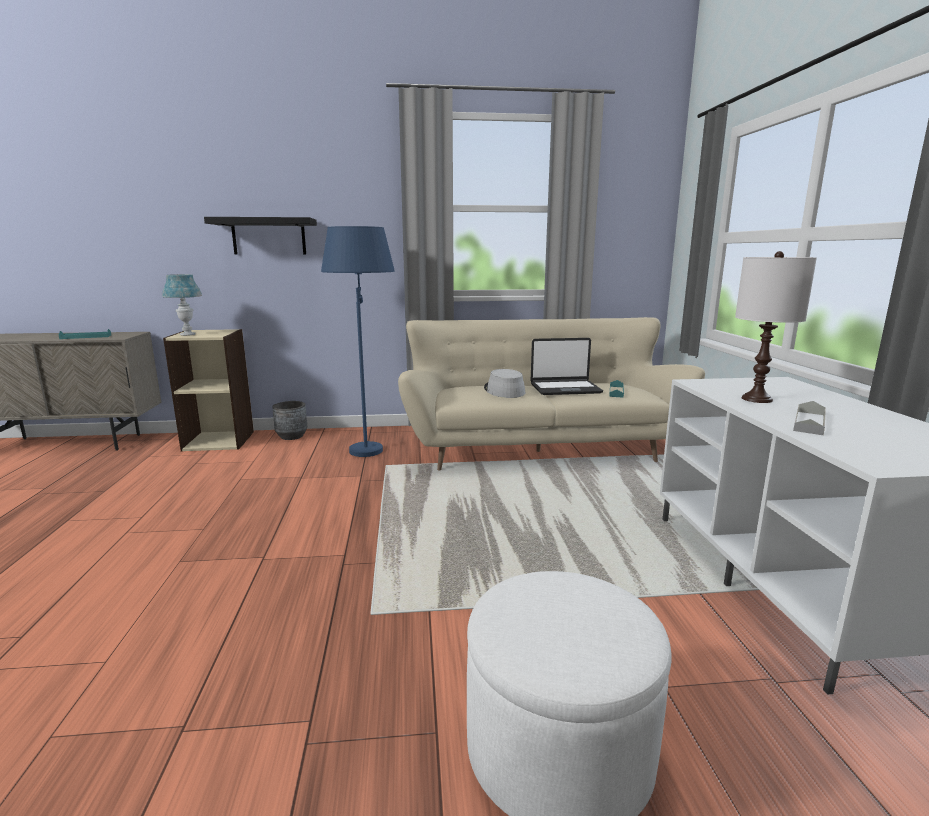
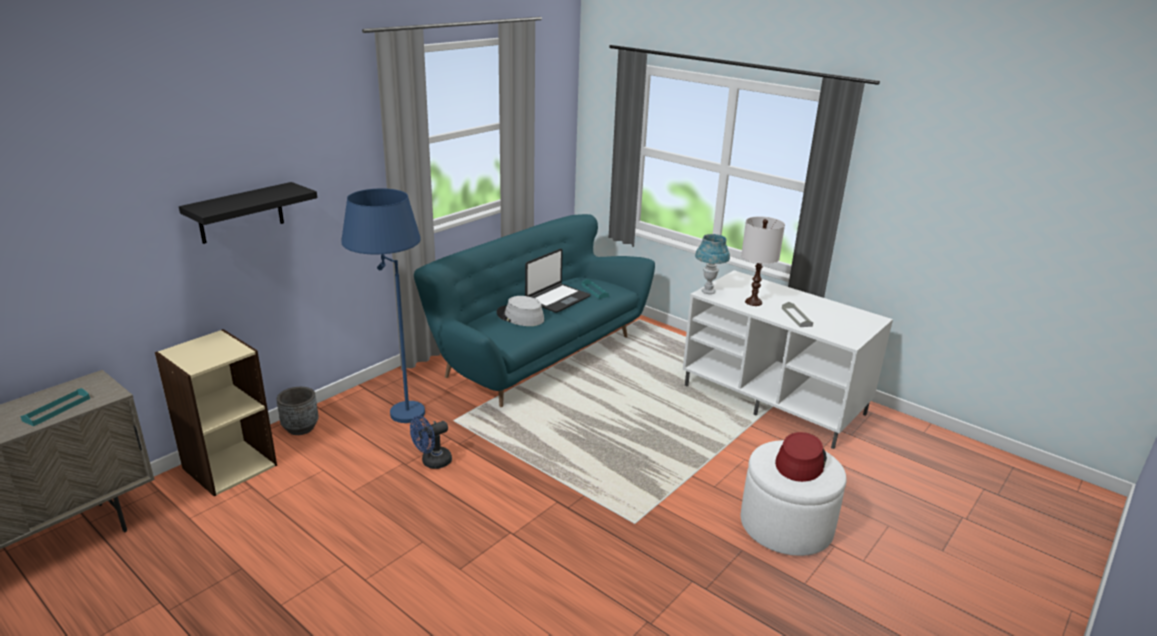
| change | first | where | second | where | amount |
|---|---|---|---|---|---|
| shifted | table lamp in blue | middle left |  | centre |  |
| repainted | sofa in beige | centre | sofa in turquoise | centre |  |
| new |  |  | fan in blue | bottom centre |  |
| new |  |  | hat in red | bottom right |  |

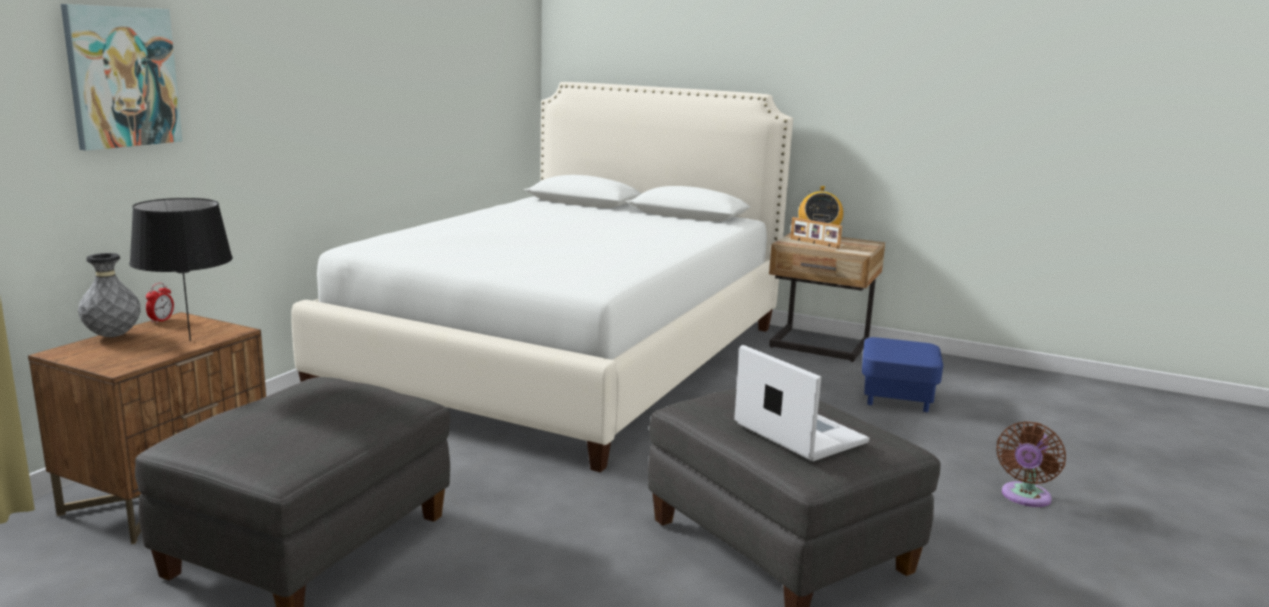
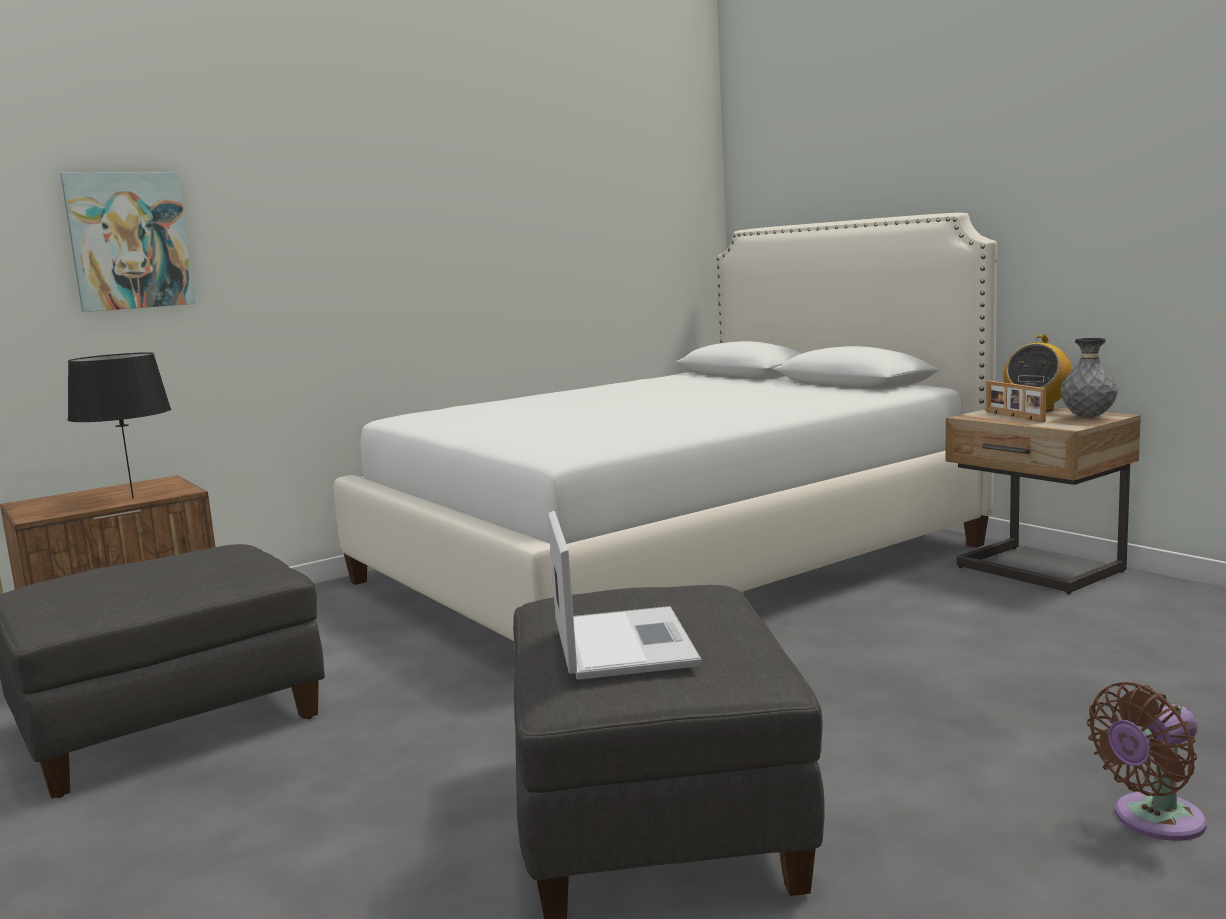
| change | first | where | second | where | amount |
|---|---|---|---|---|---|
| shifted | vase in grey | middle left |  | middle right |  |
| gone | alarm clock | middle left |  |  |  |
| gone | ottoman in blue | middle right |  |  |  |

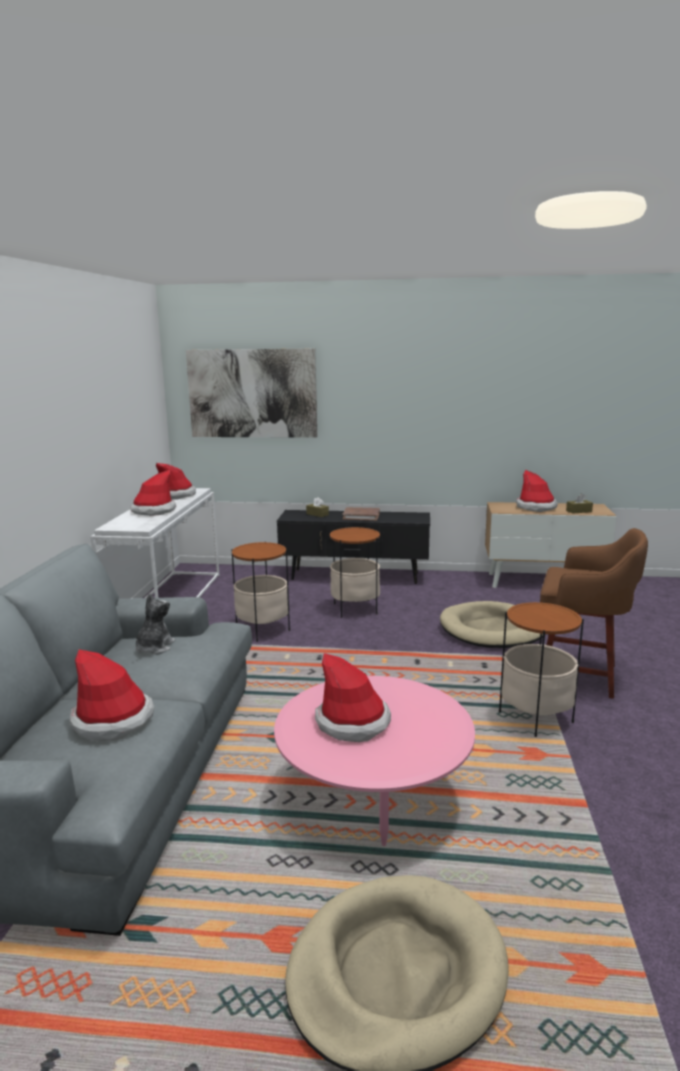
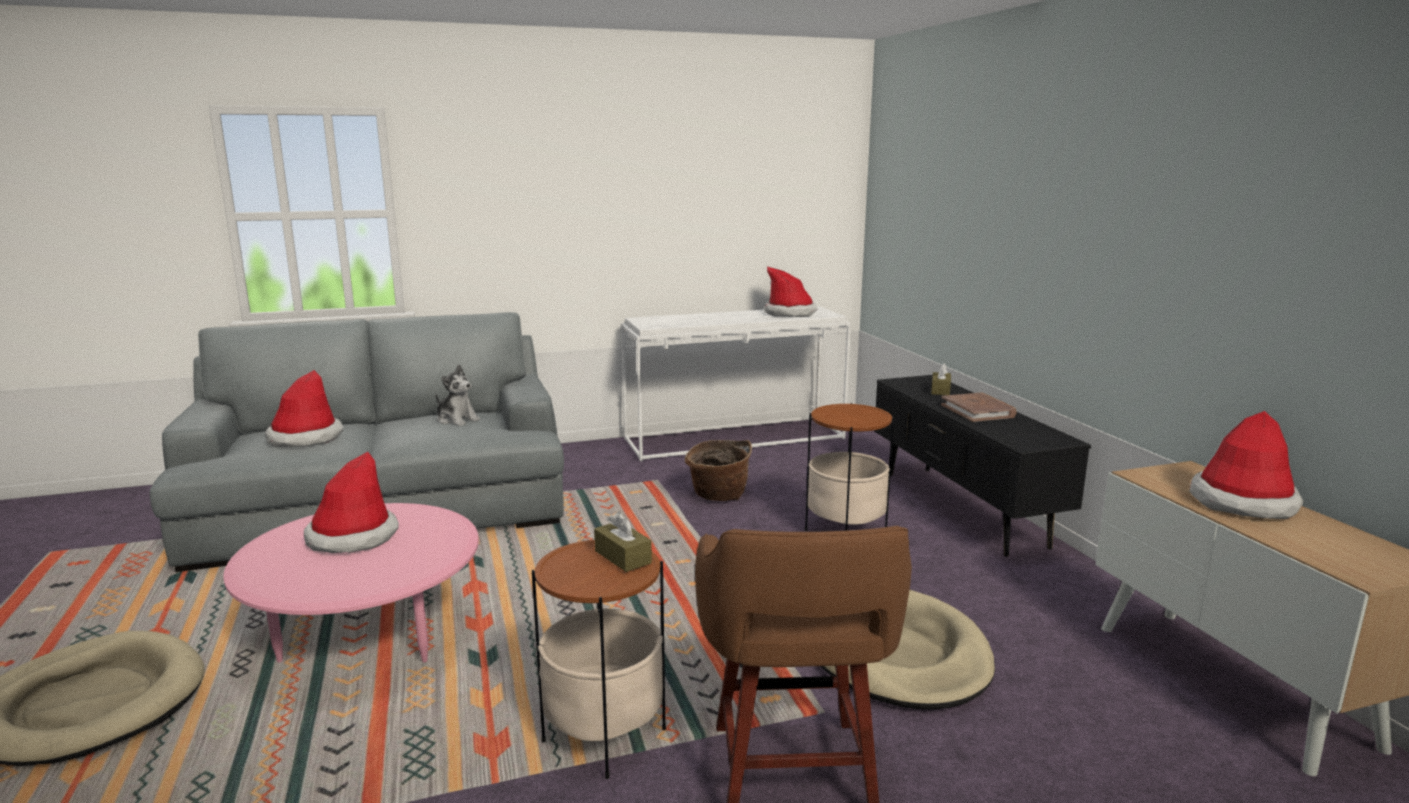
| change | first | where | second | where | amount |
|---|---|---|---|---|---|
| gone | hat (no. 2 from left) | middle left |  |  |  |
| rotated | plush toy | middle left |  | middle left | 45 degrees clockwise |
| gone | picture | centre |  |  |  |
| swapped | side table (no. 1 from left) | centre | basket | centre |  |
| shifted | tissue box in brown (no. 2 from left in the first image) | middle right | tissue box in brown (no. 1 from left) | bottom centre |  |

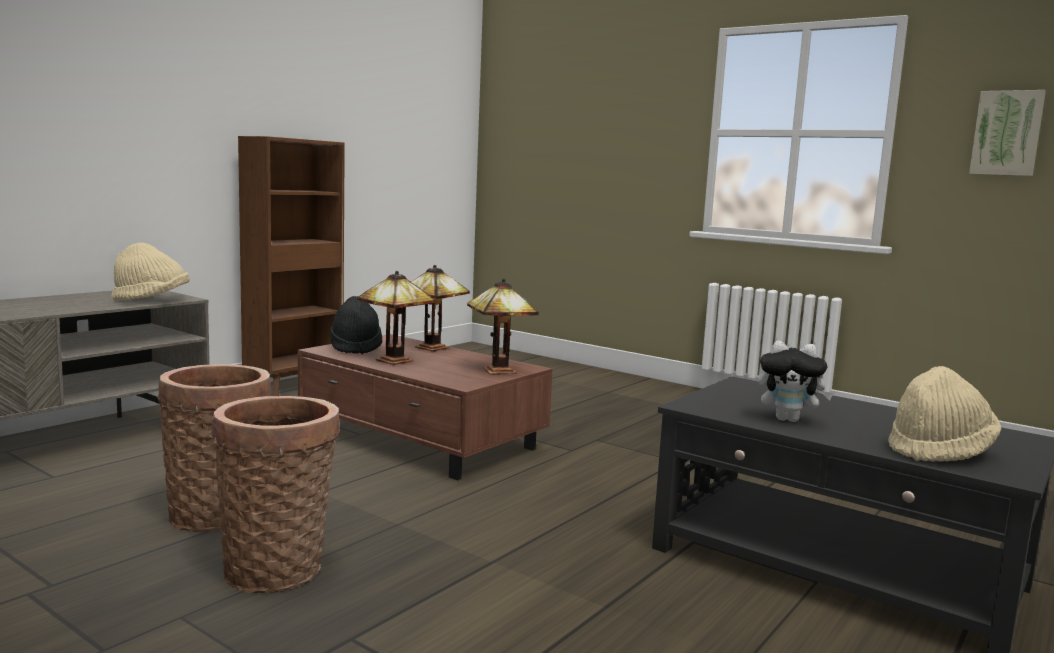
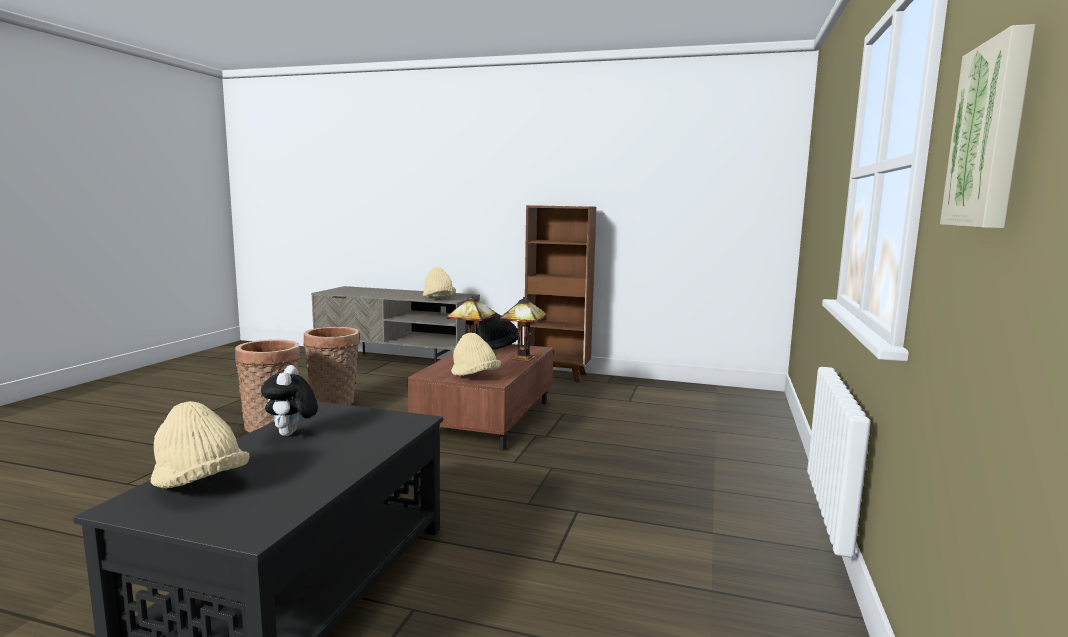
| change | first | where | second | where | amount |
|---|---|---|---|---|---|
| swapped | table lamp (no. 3 from left) | centre | hat in beige (no. 3 from left) | centre |  |

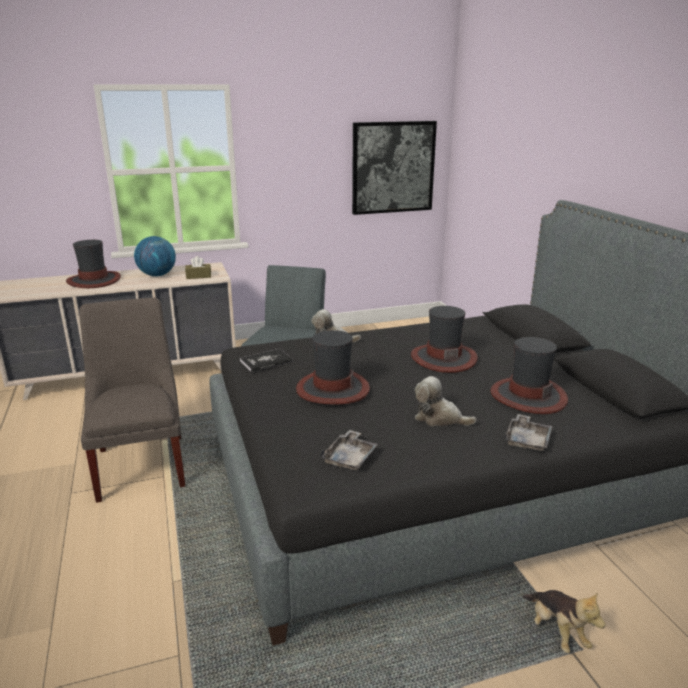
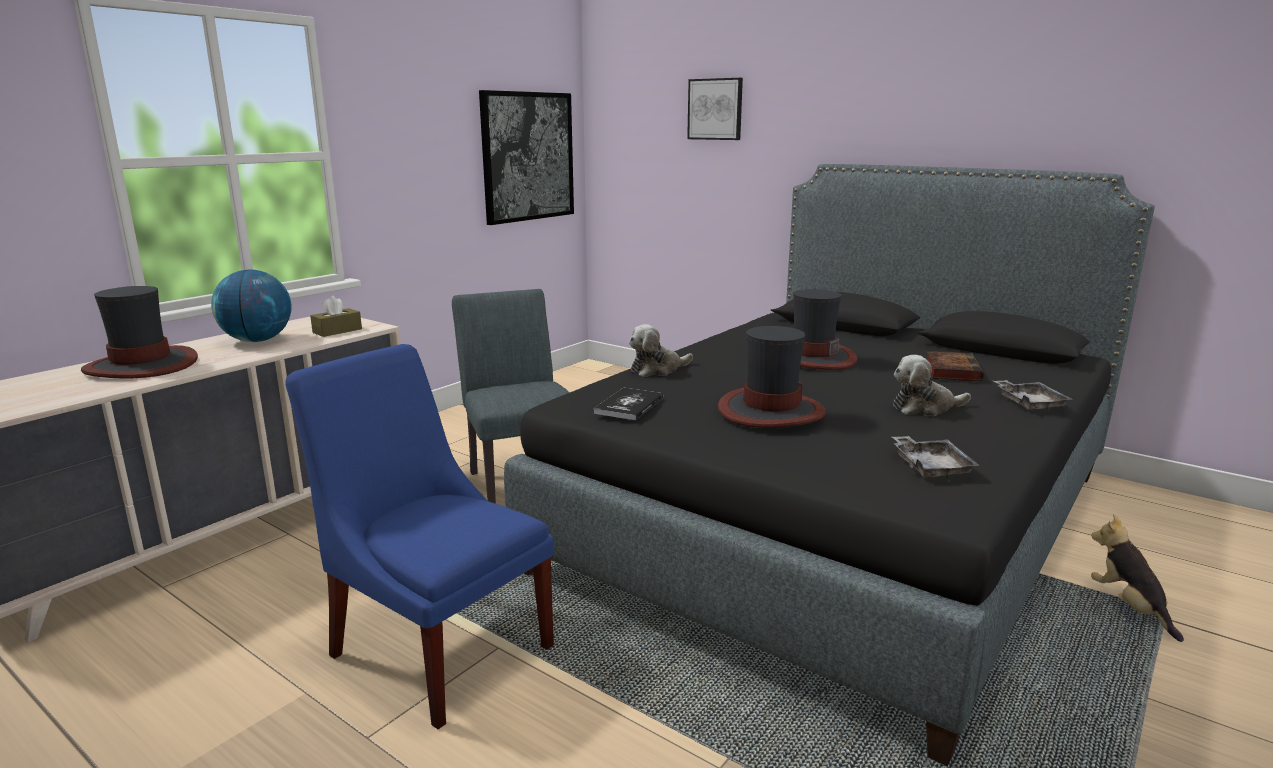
| change | first | where | second | where | amount |
|---|---|---|---|---|---|
| repainted | chair in grey (no. 1 from left) | middle left | chair in blue | bottom left |  |
| swapped | hat (no. 4 from left) | middle right | book (no. 2 from left) | middle right |  |
| rotated | plush toy (no. 3 from left) | bottom right |  | bottom right | 135 degrees counterclockwise |
| new |  |  | picture (no. 2 from left) | top centre |  |

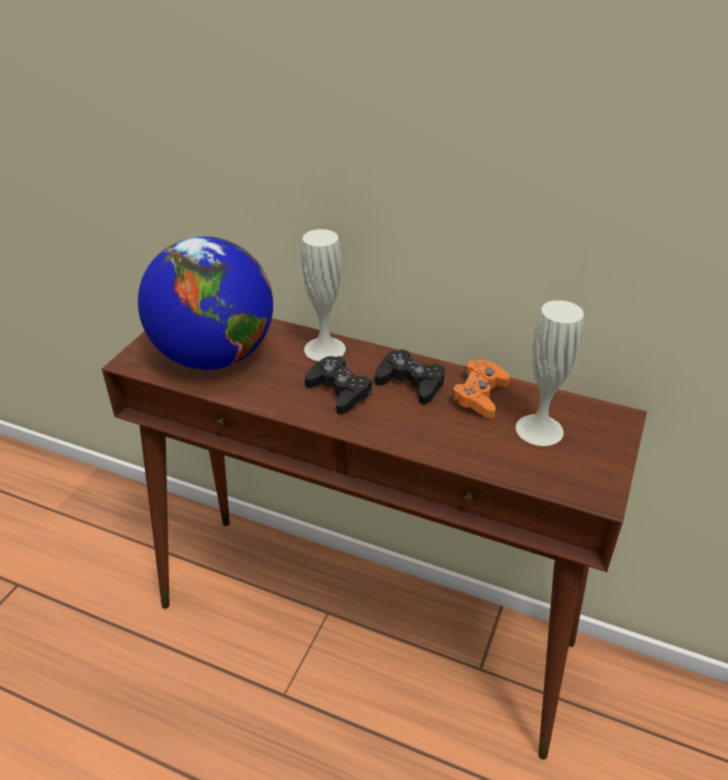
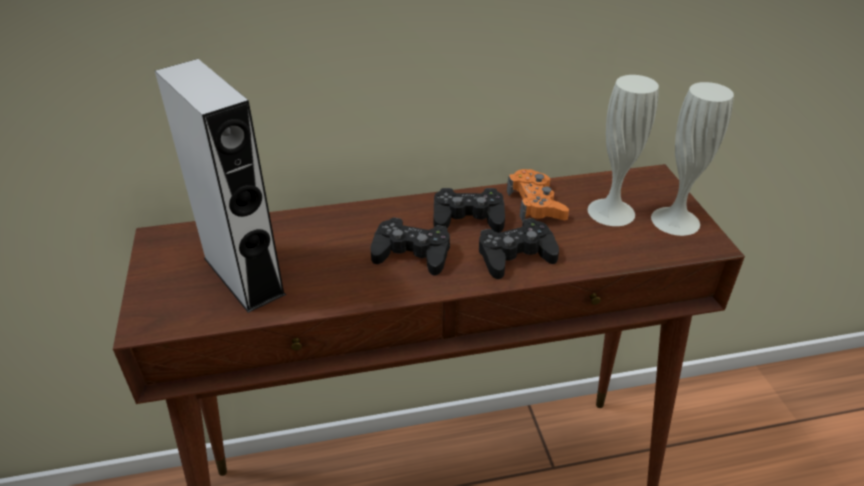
| change | first | where | second | where | amount |
|---|---|---|---|---|---|
| swapped | globe | middle left | speaker in grey | middle left |  |
| shifted | vase in white (no. 1 from left in the first image) | centre | vase in white (no. 2 from left) | top right |  |
| new |  |  | game controller in black (no. 3 from left) | centre |  |

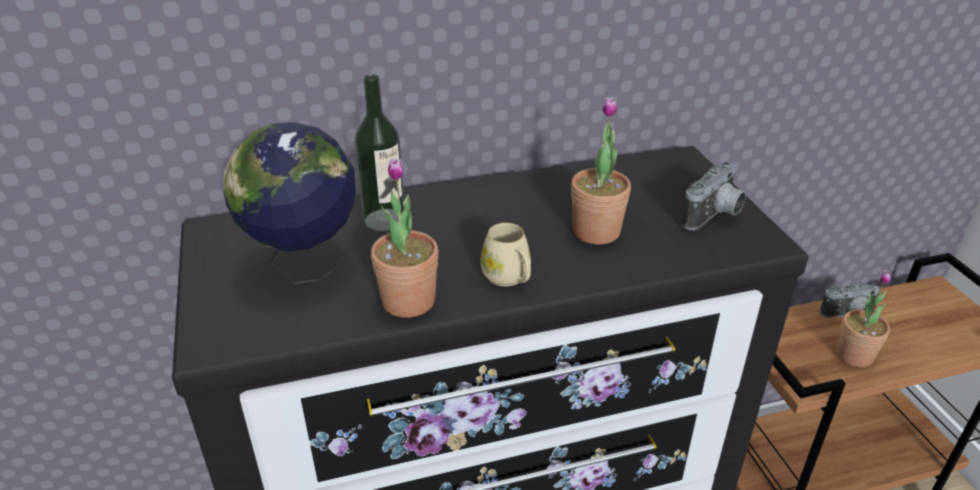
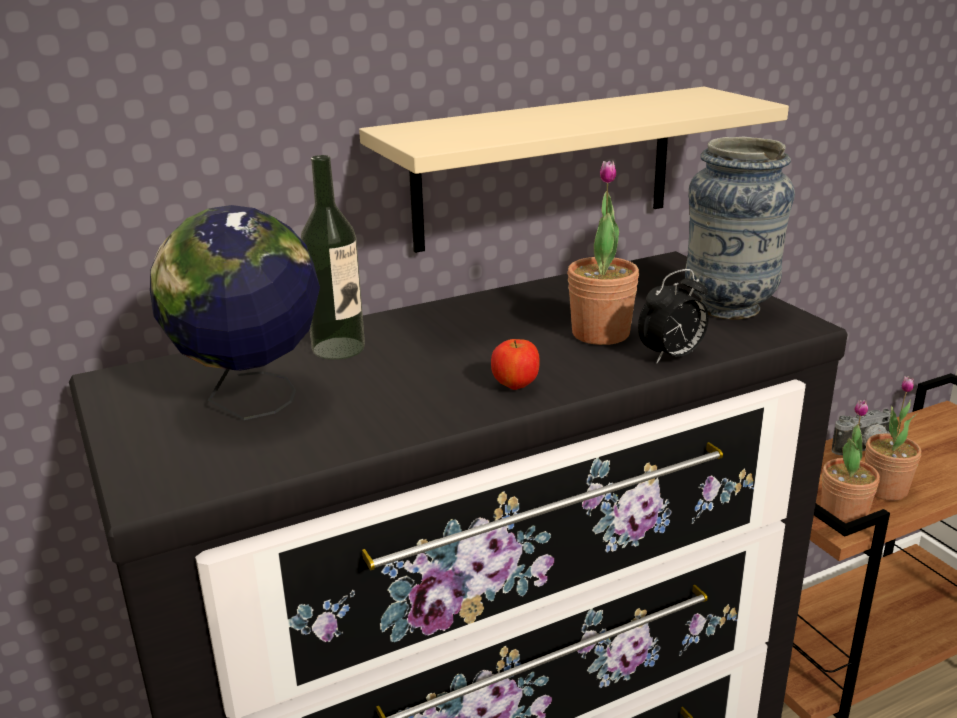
| change | first | where | second | where | amount |
|---|---|---|---|---|---|
| shifted | potted plant (no. 1 from left in the first image) | centre | potted plant (no. 2 from left) | middle right |  |
| swapped | mug in beige | centre | apple | centre |  |
| swapped | photo camera (no. 1 from left) | middle right | vase | top right |  |
| new |  |  | shelf in beige | top centre |  |
| new |  |  | alarm clock | middle right |  |

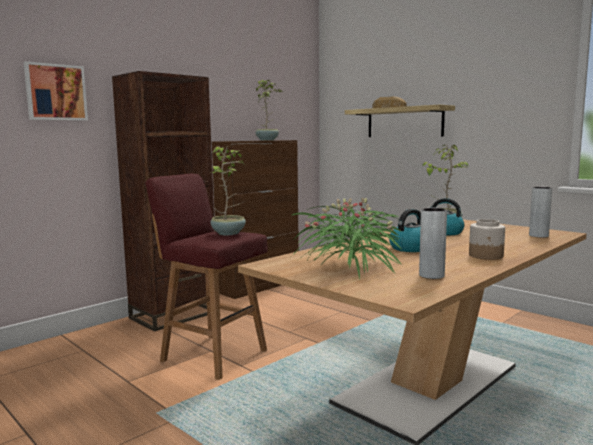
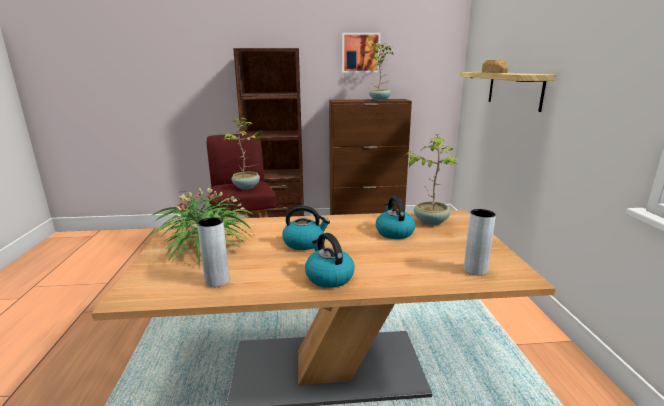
| change | first | where | second | where | amount |
|---|---|---|---|---|---|
| shifted | picture | top left |  | top centre |  |
| swapped | jar | middle right | kettle (no. 2 from left) | centre |  |

